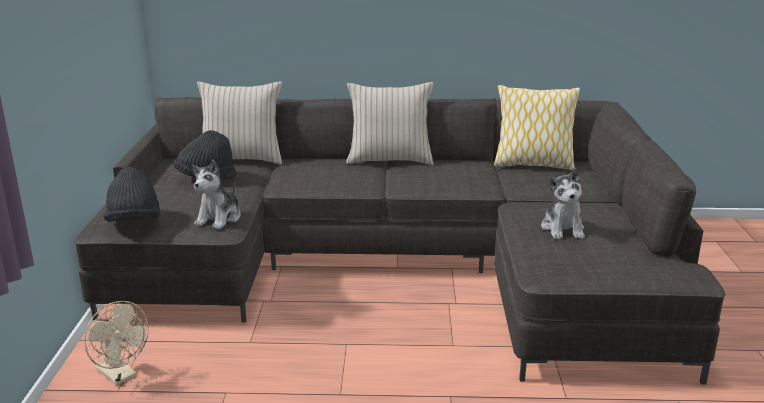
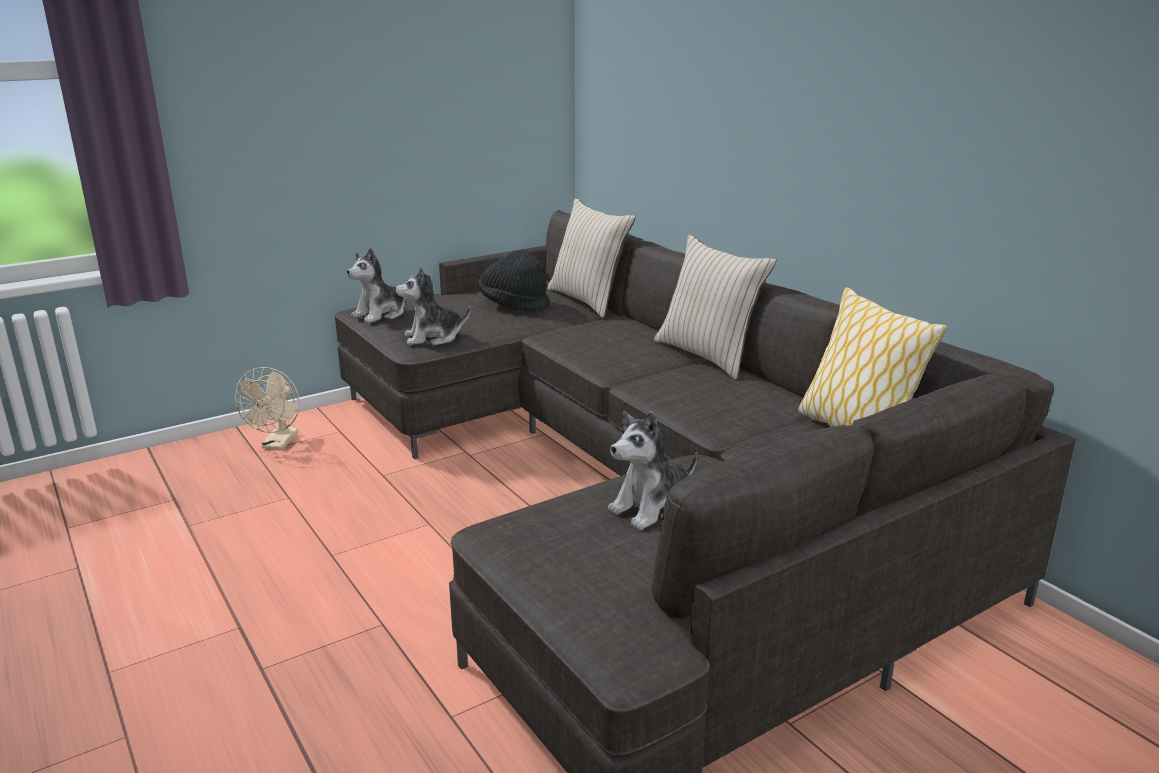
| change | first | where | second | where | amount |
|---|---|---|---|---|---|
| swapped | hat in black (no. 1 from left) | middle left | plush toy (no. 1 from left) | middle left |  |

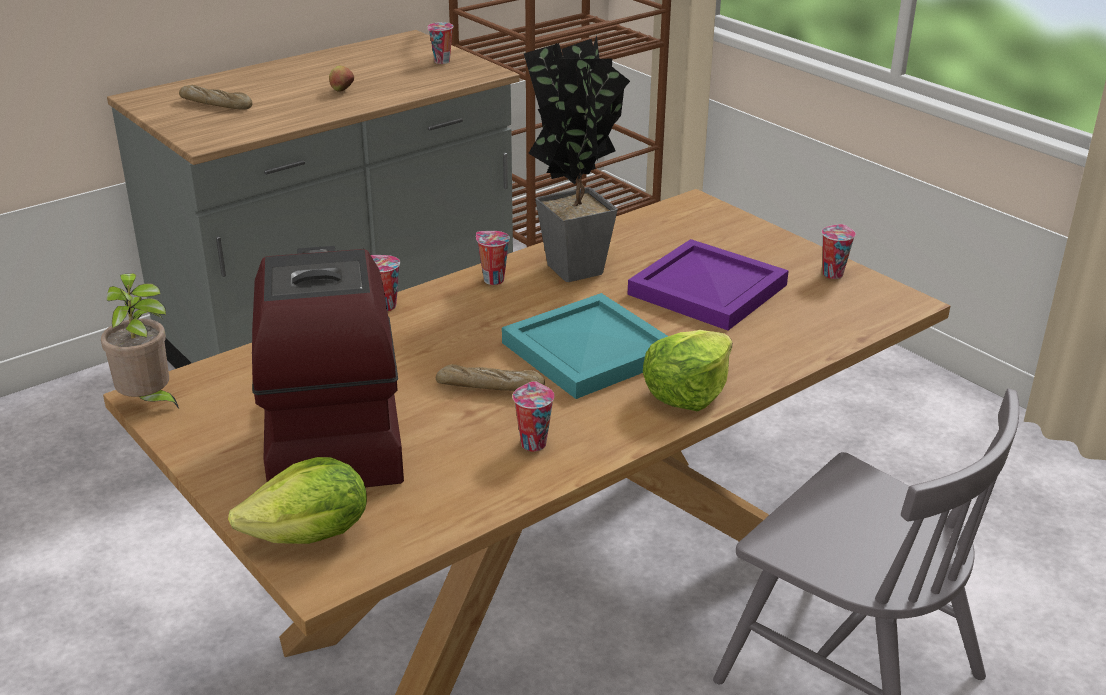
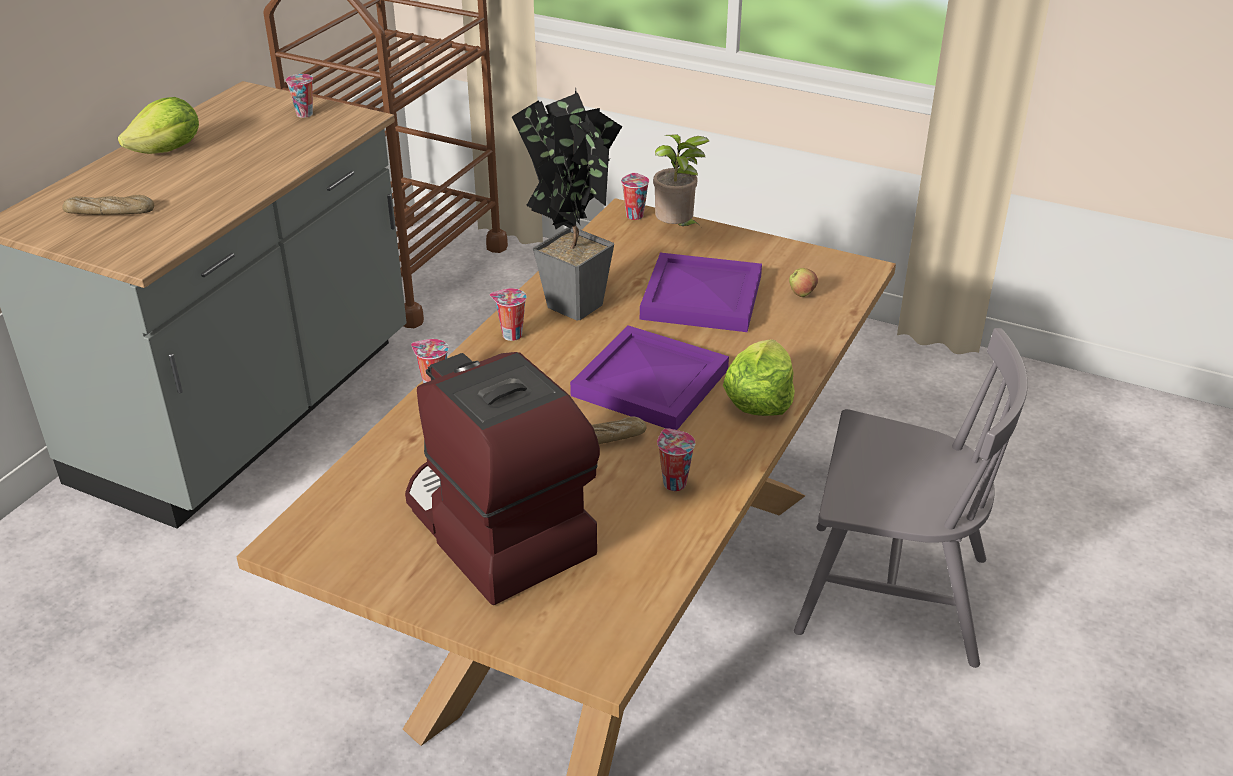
| change | first | where | second | where | amount |
|---|---|---|---|---|---|
| shifted | potted plant (no. 1 from left in the first image) | middle left | potted plant (no. 2 from left) | top centre |  |
| shifted | lettuce (no. 1 from left) | bottom left |  | top left |  |
| shifted | apple | top left |  | centre |  |
| repainted | tray in turquoise | centre | tray in purple (no. 1 from left) | centre |  |
| shifted | cup (no. 5 from left in the first image) | middle right | cup (no. 4 from left) | top centre |  |

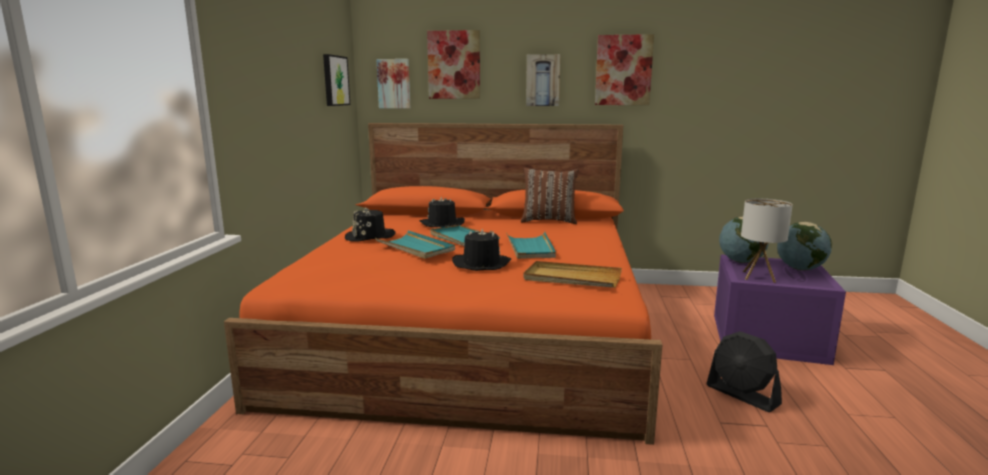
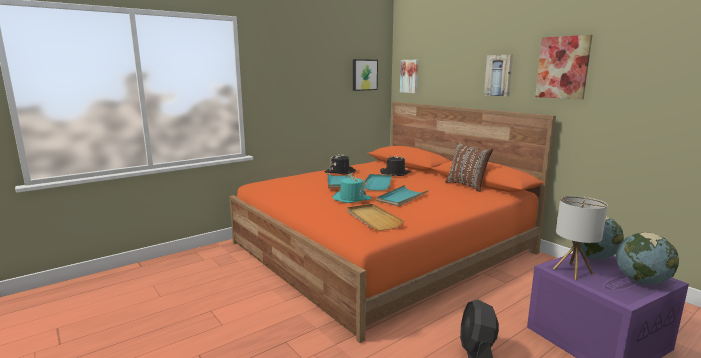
| change | first | where | second | where | amount |
|---|---|---|---|---|---|
| gone | picture (no. 3 from left) | top centre |  |  |  |
| repainted | hat in black (no. 3 from left) | centre | hat in turquoise | centre |  |

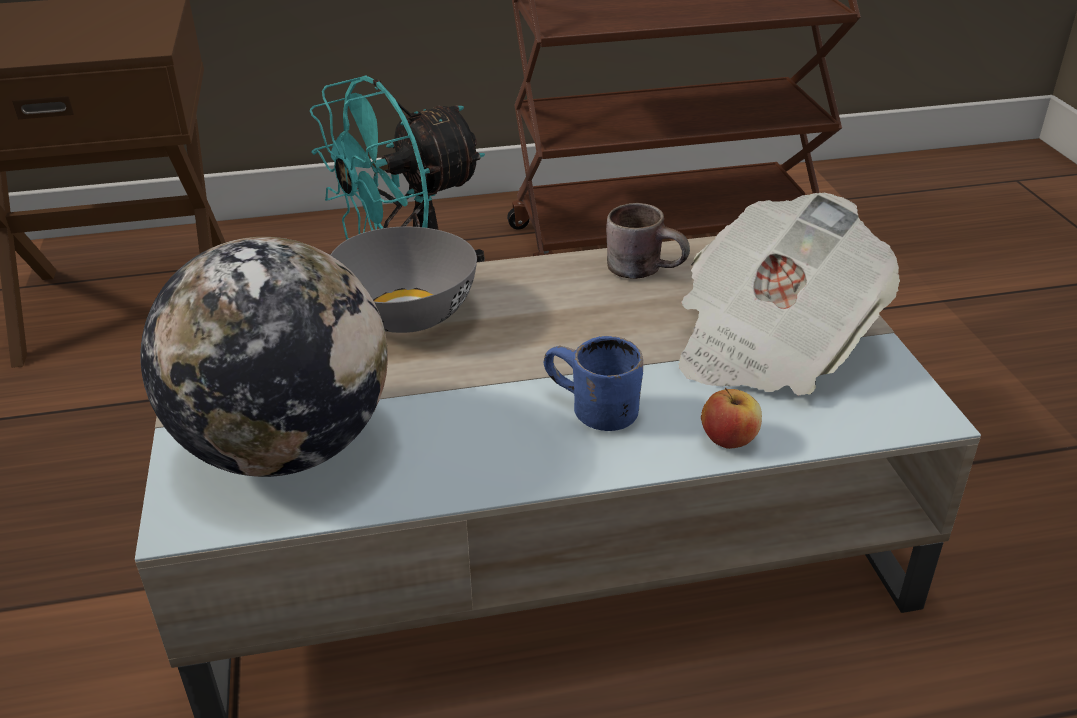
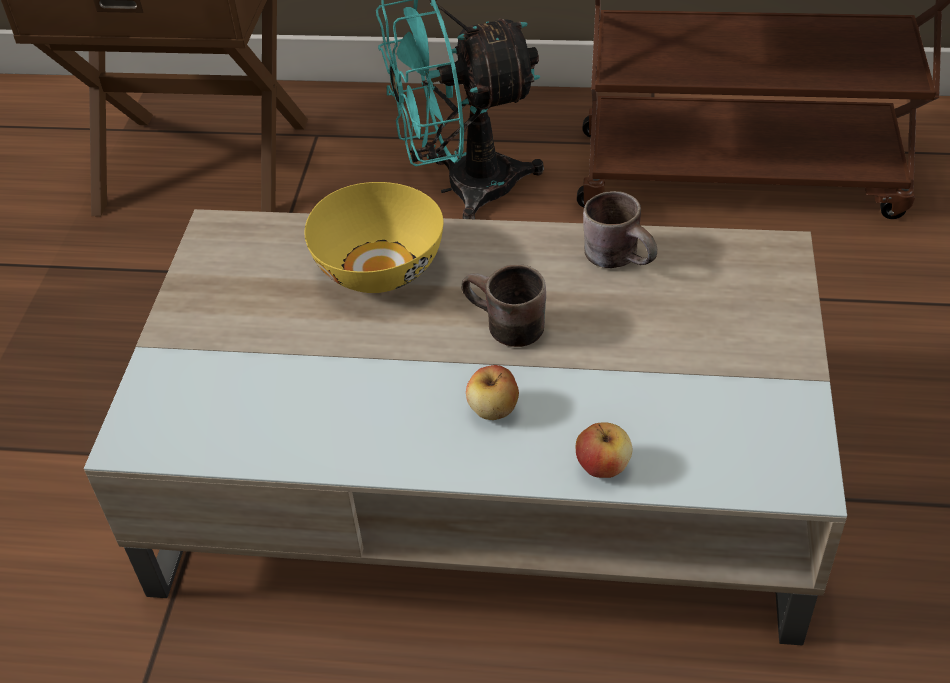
| change | first | where | second | where | amount |
|---|---|---|---|---|---|
| gone | globe | middle left |  |  |  |
| repainted | bowl in grey | centre | bowl in yellow | centre |  |
| swapped | mug in blue | centre | apple (no. 1 from left) | centre |  |
| gone | newspaper | middle right |  |  |  |
| new |  |  | mug in brown (no. 1 from left) | centre |  |

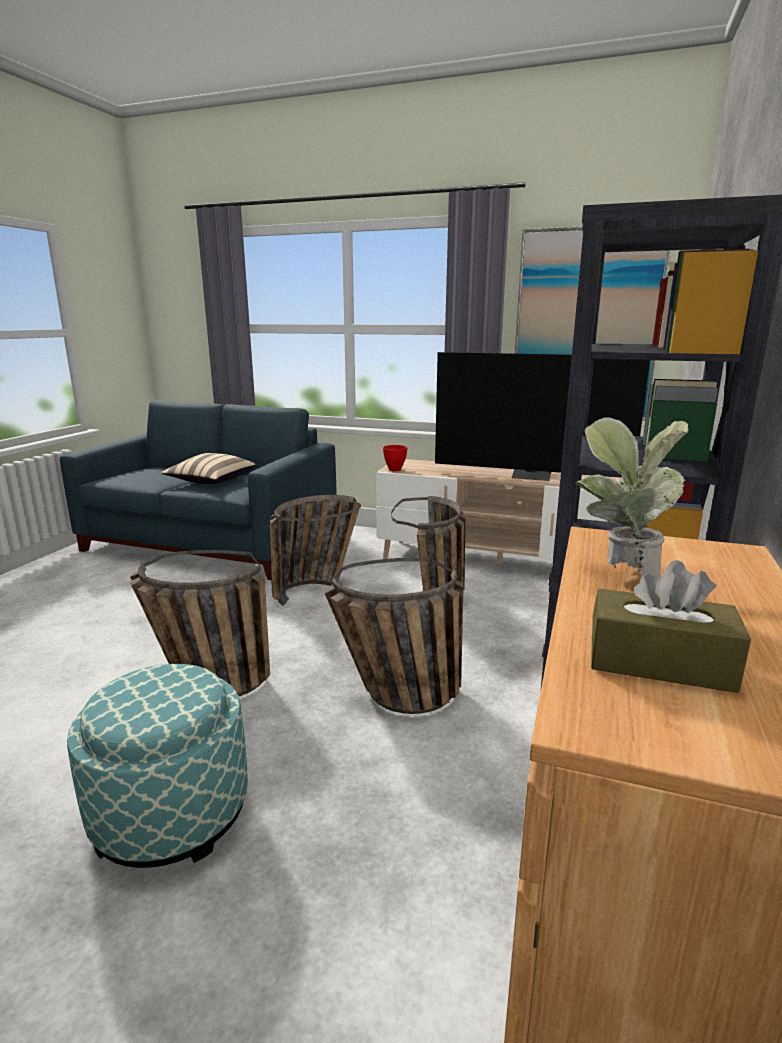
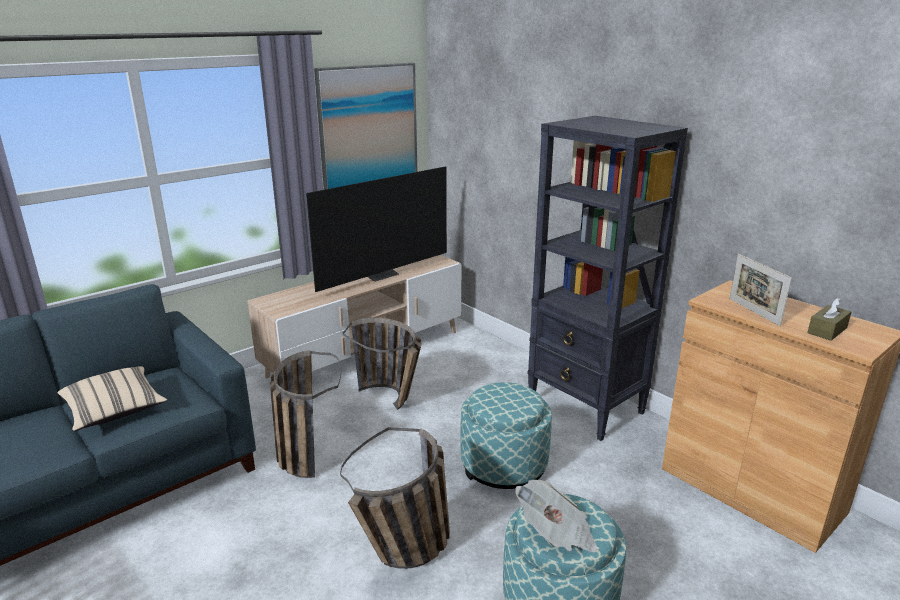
| change | first | where | second | where | amount |
|---|---|---|---|---|---|
| swapped | basket (no. 3 from left) | centre | ottoman (no. 1 from left) | bottom centre |  |
| gone | bowl in red | centre |  |  |  |
| swapped | potted plant | middle right | picture frame | middle right |  |
| new |  |  | newspaper | bottom centre |  |

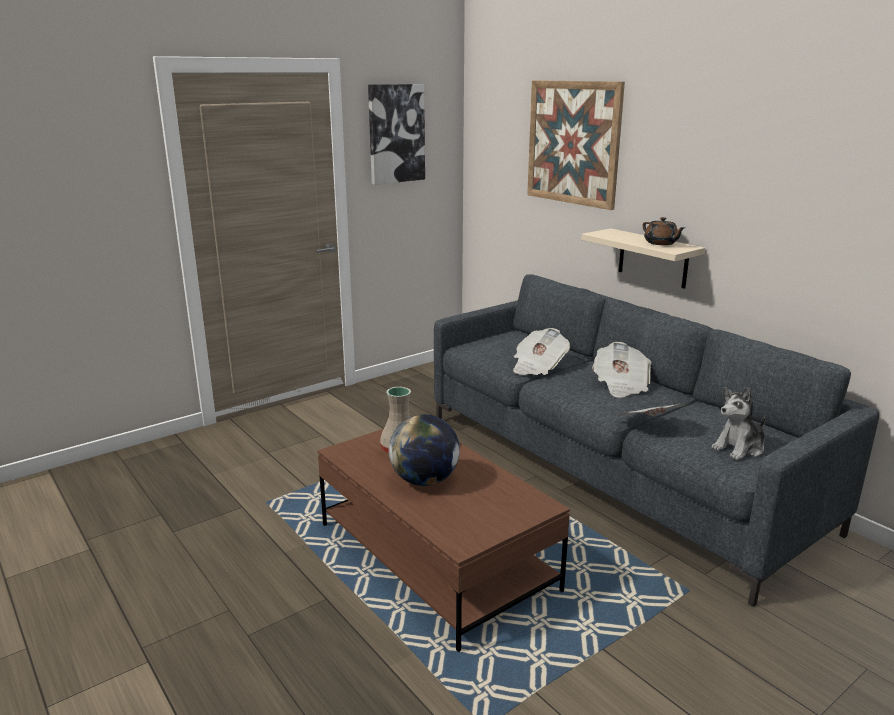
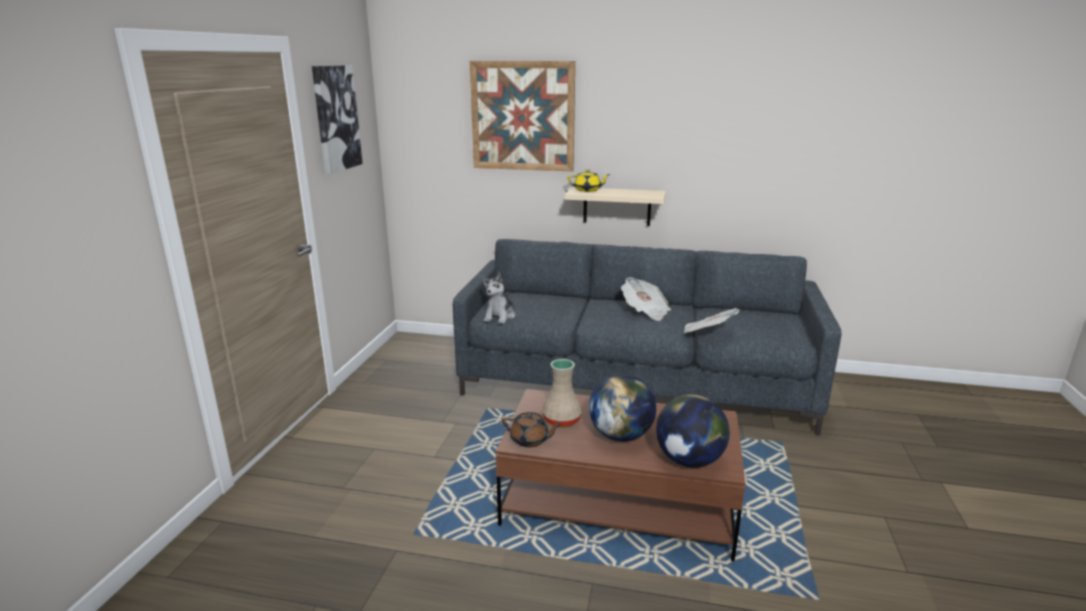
| change | first | where | second | where | amount |
|---|---|---|---|---|---|
| gone | newspaper (no. 1 from left) | centre |  |  |  |
| shifted | teapot in brown | top right |  | bottom centre |  |
| shifted | plush toy | middle right |  | centre |  |
| new |  |  | teapot in yellow | top centre |  |
| new |  |  | globe (no. 2 from left) | bottom centre |  |

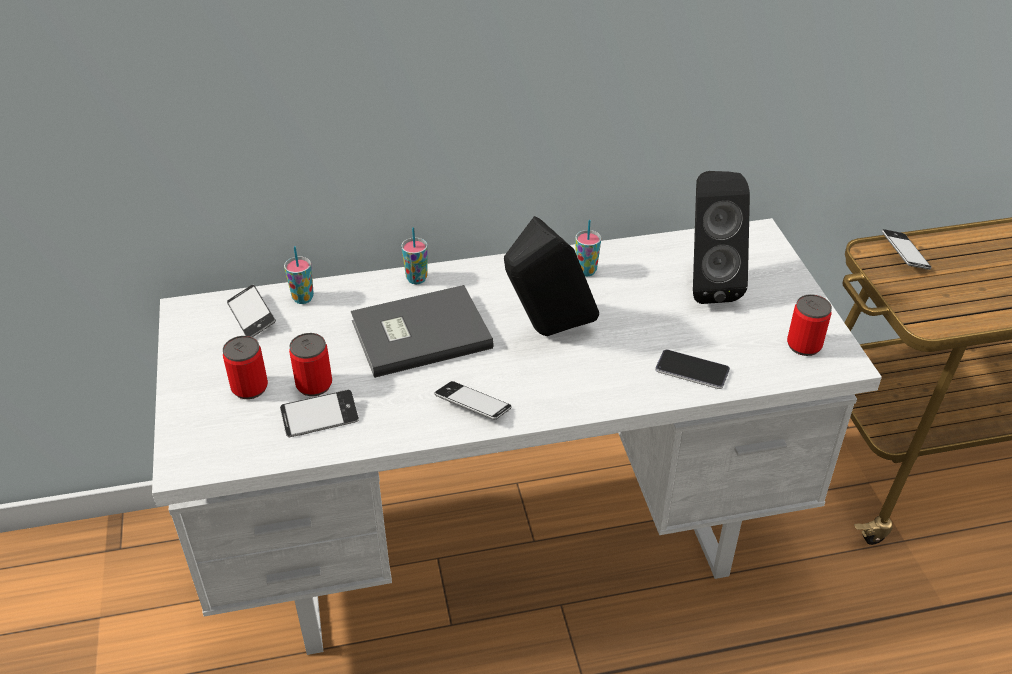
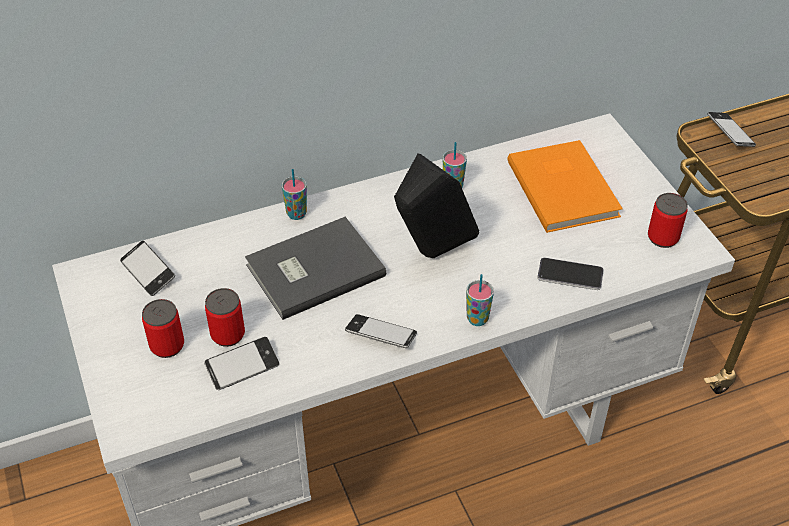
| change | first | where | second | where | amount |
|---|---|---|---|---|---|
| shifted | cup (no. 1 from left in the first image) | middle left | cup (no. 3 from left) | centre |  |
| swapped | speaker in black (no. 2 from left) | middle right | book in orange | middle right |  |

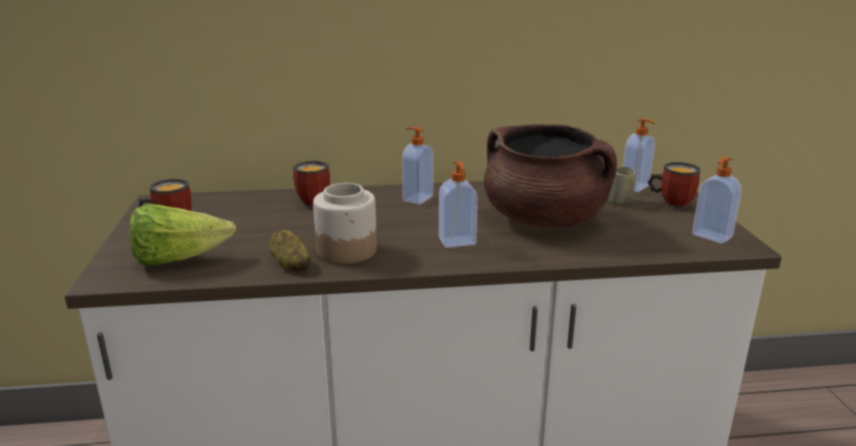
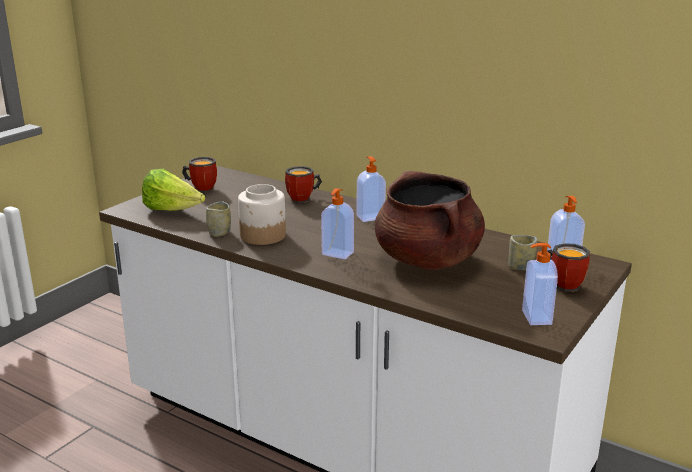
| change | first | where | second | where | amount |
|---|---|---|---|---|---|
| swapped | potato | centre | cup (no. 1 from left) | middle left |  |

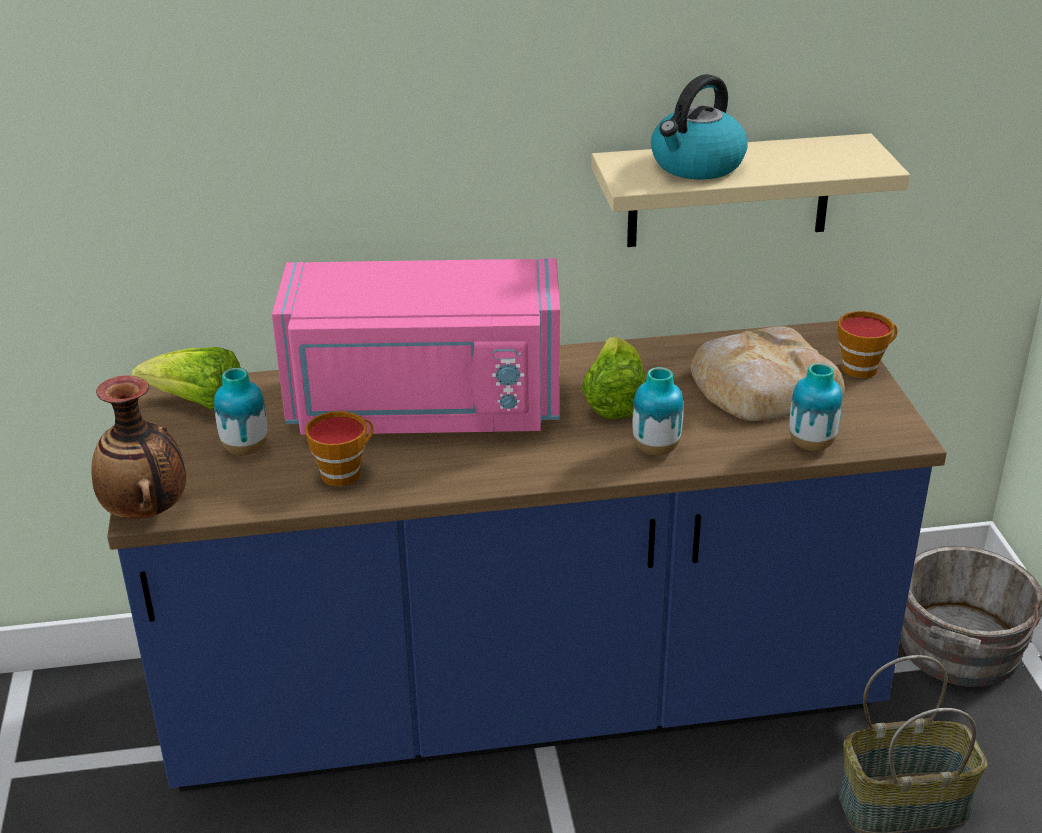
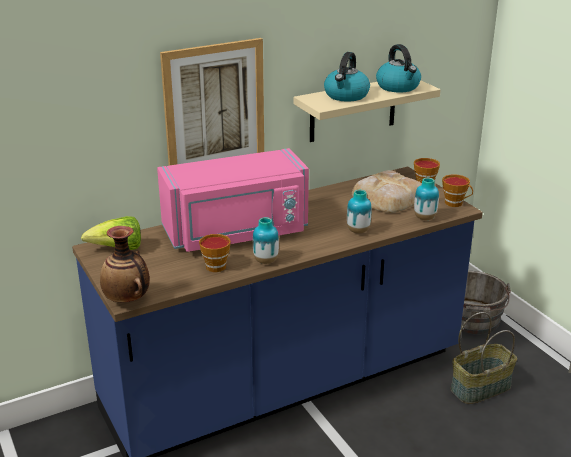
| change | first | where | second | where | amount |
|---|---|---|---|---|---|
| shifted | vase (no. 2 from left) | middle left |  | centre |  |
| gone | lettuce (no. 2 from left) | centre |  |  |  |
| new |  |  | picture | top centre |  |
| new |  |  | kettle (no. 2 from left) | top right |  |
| new |  |  | cup (no. 3 from left) | middle right |  |

